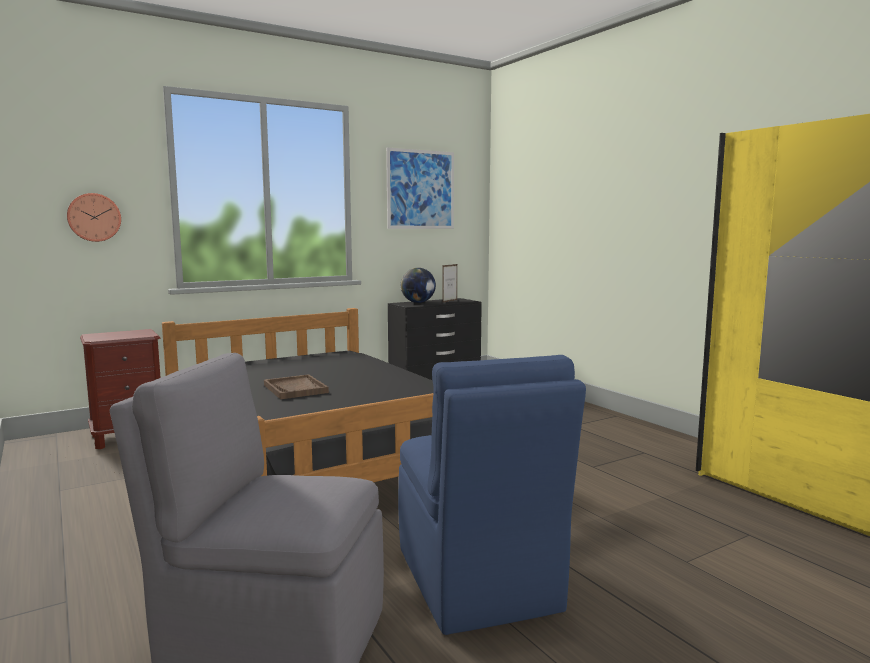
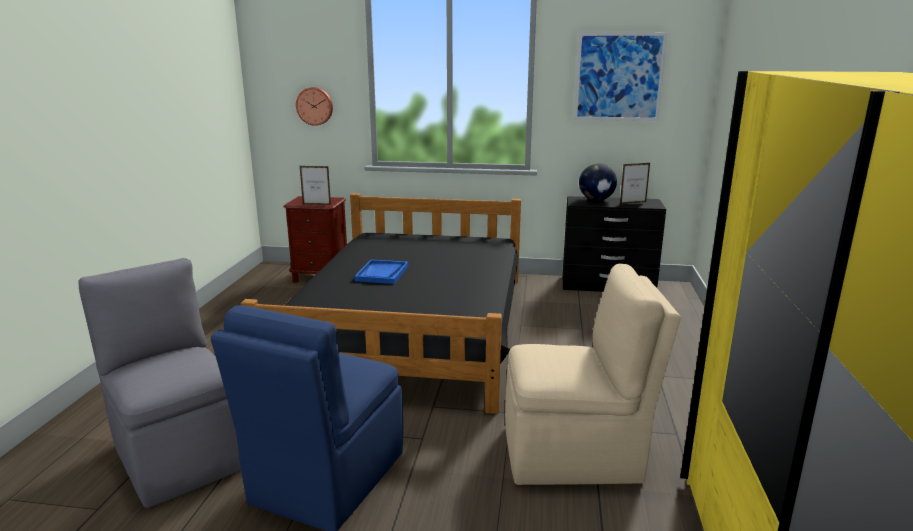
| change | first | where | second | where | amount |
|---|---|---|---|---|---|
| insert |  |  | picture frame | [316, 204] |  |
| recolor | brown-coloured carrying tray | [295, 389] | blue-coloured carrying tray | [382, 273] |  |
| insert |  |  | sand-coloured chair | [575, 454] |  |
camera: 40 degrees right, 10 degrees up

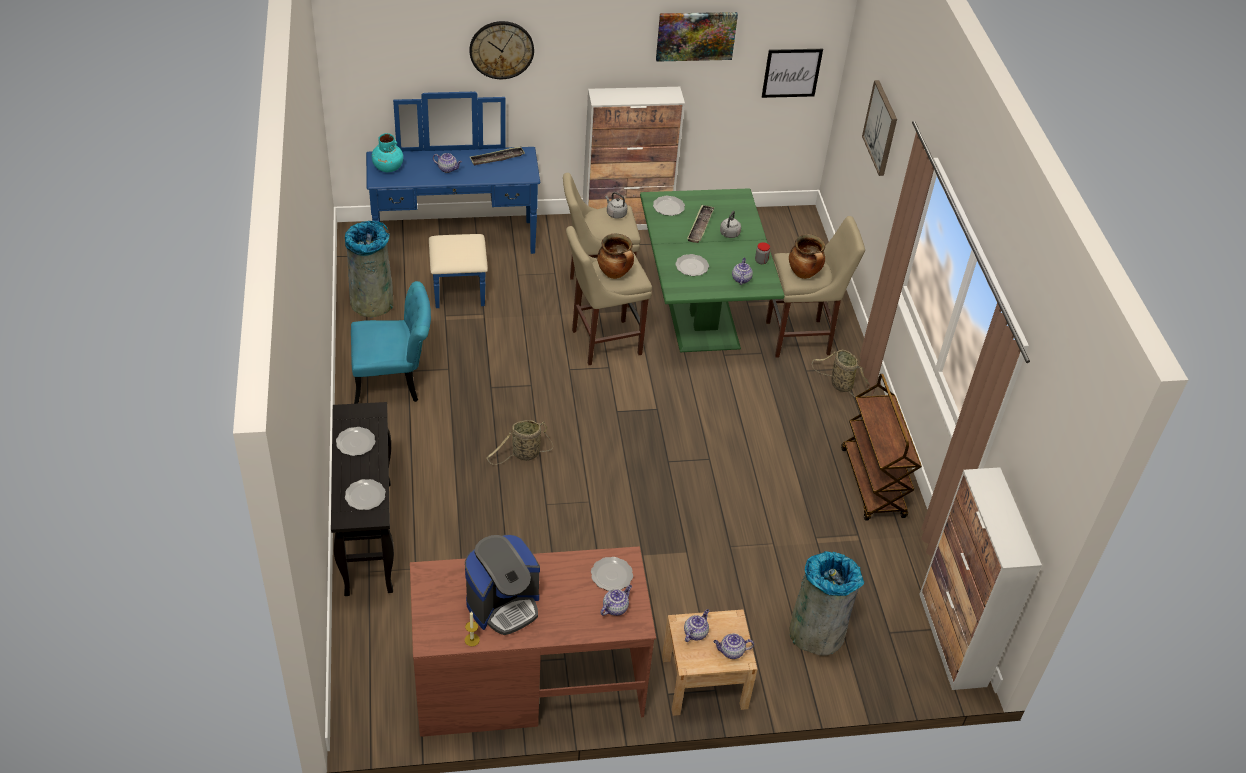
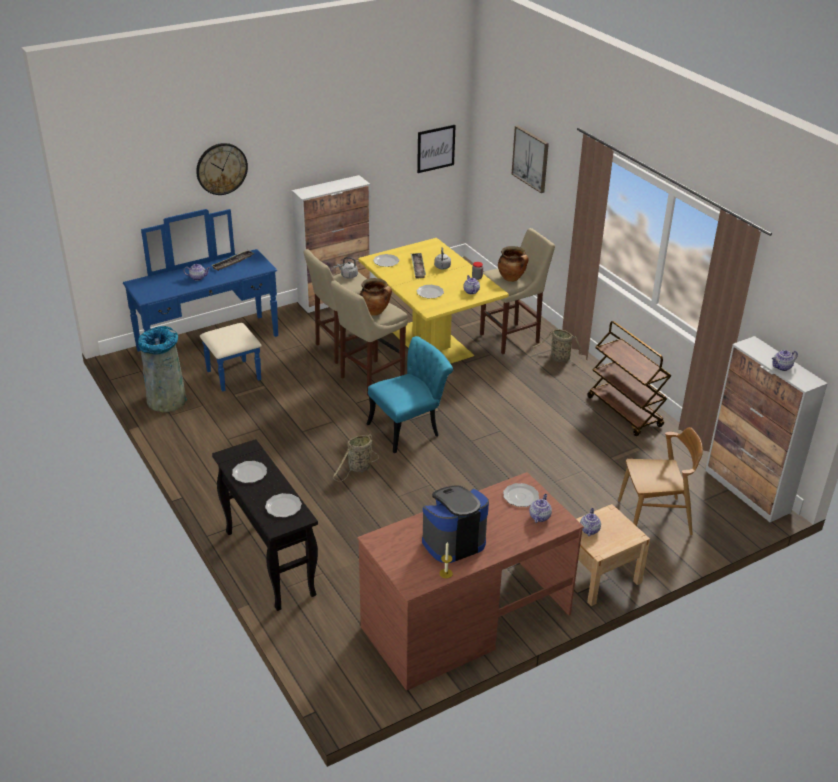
| change | first | where | second | where | amount |
|---|---|---|---|---|---|
| recolor | greenish kitchen table | [700, 315] | yellowish kitchen table | [430, 343] |  |
| move | blue-green chair | [394, 381] |  | [410, 428] |  |
| rotate | coffee maker | [503, 604] |  | [453, 541] | 150 degrees counterclockwise |
| replace | gray waste bin | [817, 634] | brown-coloured chair | [654, 518] |  |
| move | teapot | [731, 652] |  | [781, 367] |  |
| delete | blue-green decorative vase | [388, 167] |  |  |  |
| delete | picture | [696, 35] |  |  |  |
camera: 20 degrees left, 10 degrees down

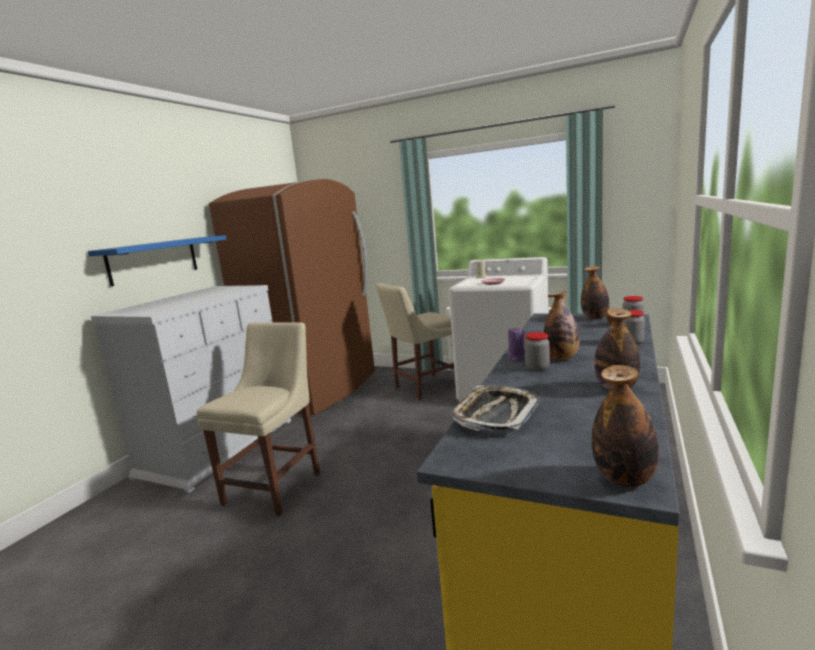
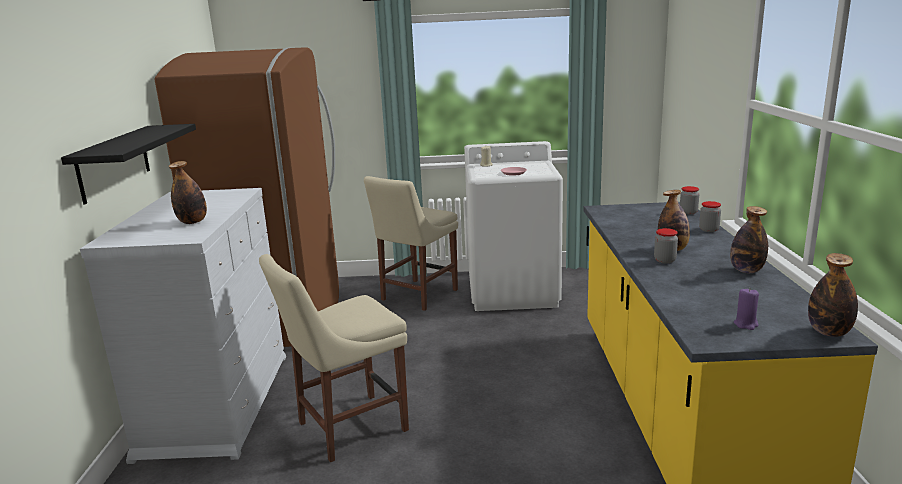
| change | first | where | second | where | amount |
|---|---|---|---|---|---|
| recolor | blue-coloured bracket shelf | [153, 260] | blackish bracket shelf | [114, 163] |  |
| move | bottle | [595, 318] |  | [192, 222] |  |
| rotate | sand-coloured chair | [276, 486] |  | [347, 428] | 120 degrees counterclockwise |
| move | purplish wax candle | [516, 358] |  | [746, 324] |  |
| delete | carrying tray | [495, 414] |  |  |  |
camera: 25 degrees left, 5 degrees up

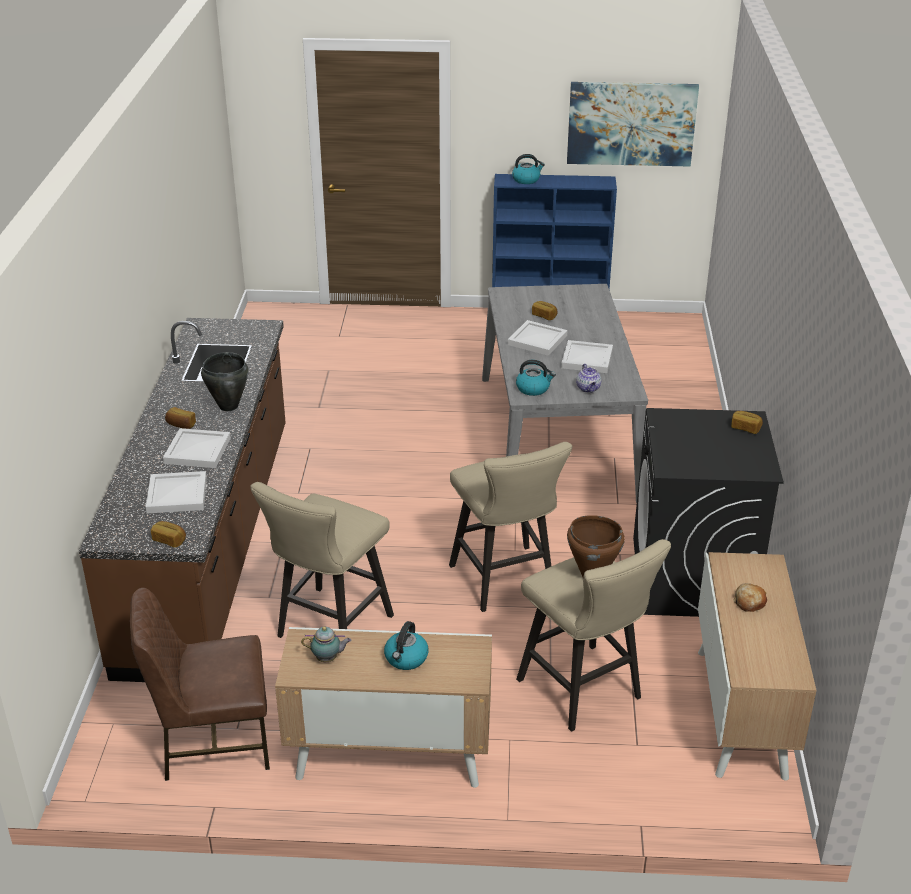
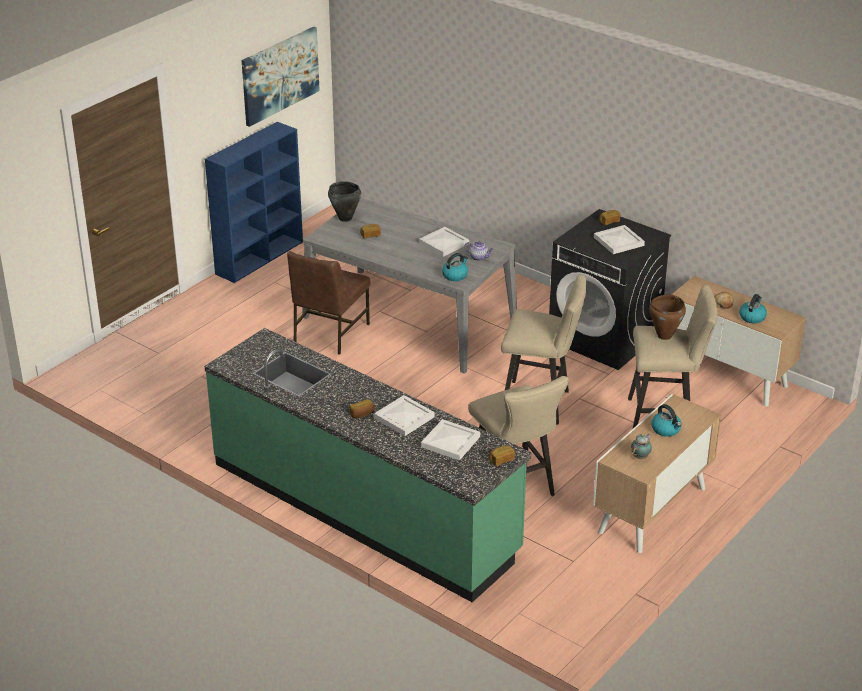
| change | first | where | second | where | amount |
|---|---|---|---|---|---|
| recolor | brown-coloured counter | [210, 543] | greenish counter | [364, 507] |  |
| move | brown-coloured chair | [213, 741] |  | [329, 333] |  |
| move | blackish cooking pot | [228, 406] |  | [345, 218] |  |
| move | white carrying tray | [537, 340] |  | [619, 241] |  |
| move | water kettle | [526, 179] |  | [752, 317] |  |
camera: 55 degrees left, 0 degrees up

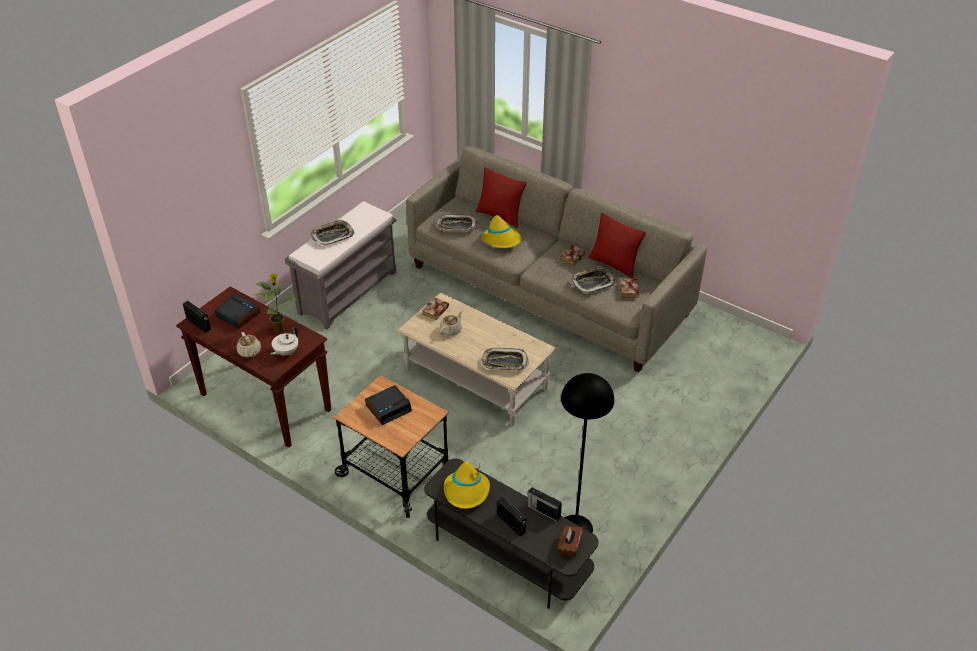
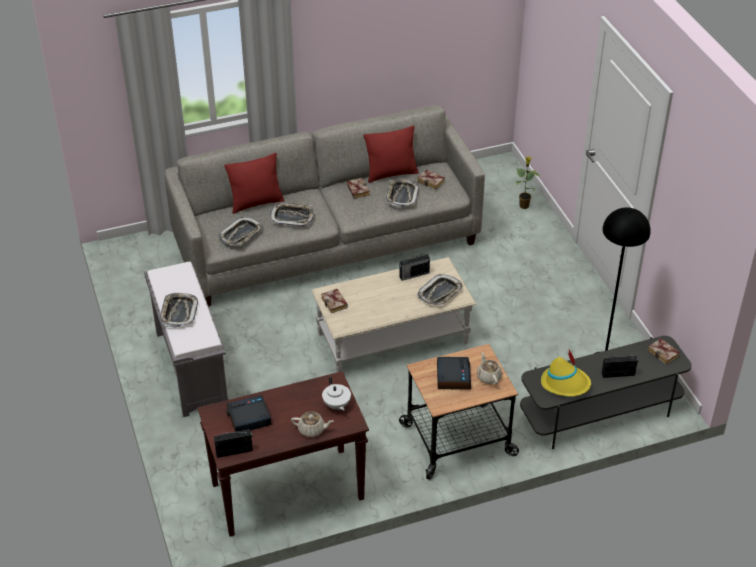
| change | first | where | second | where | amount |
|---|---|---|---|---|---|
| replace | yellowish clothing hat | [502, 240] | carrying tray | [292, 217] |  |
| move | radio set | [543, 511] |  | [413, 275] |  |
| move | sand-coloured teapot | [451, 330] |  | [488, 377] |  |
| move | houseplant | [279, 328] |  | [524, 205] |  |
| replace | brown-coloured box of tissues | [569, 546] | volume | [664, 354] |  |
camera: 55 degrees left, 0 degrees up

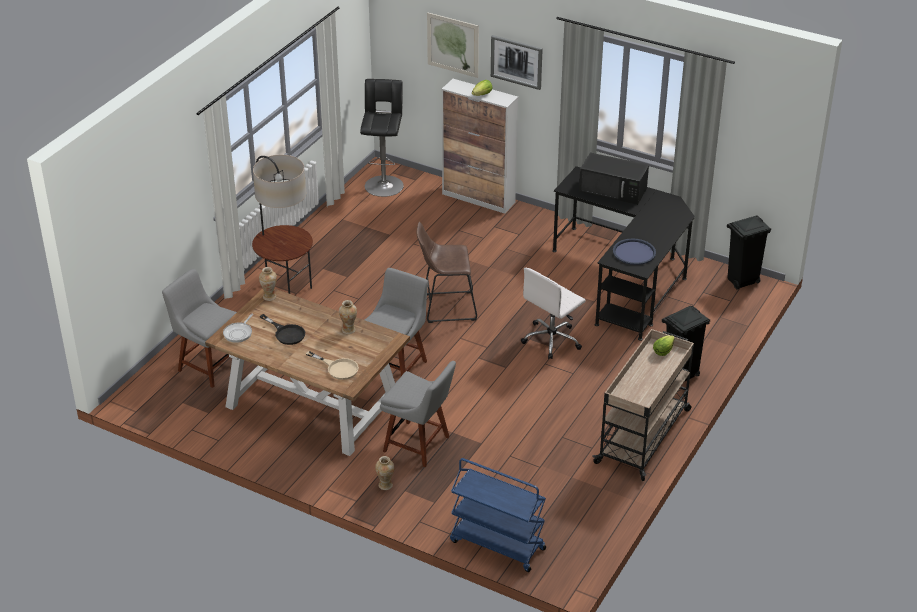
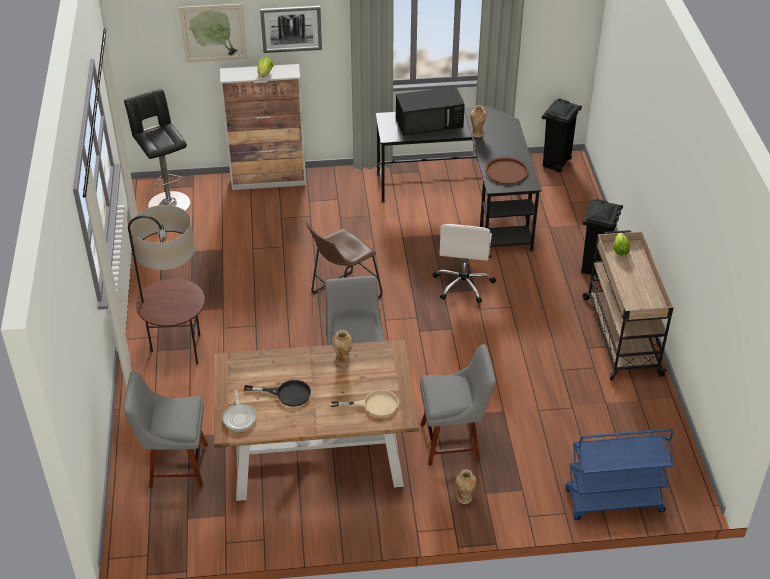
| change | first | where | second | where | amount |
|---|---|---|---|---|---|
| move | decorative vase | [269, 296] |  | [477, 133] |  |
| recolor | blue-coloured carrying tray | [634, 252] | brown-coloured carrying tray | [506, 171] |  |
camera: 35 degrees left, 5 degrees up

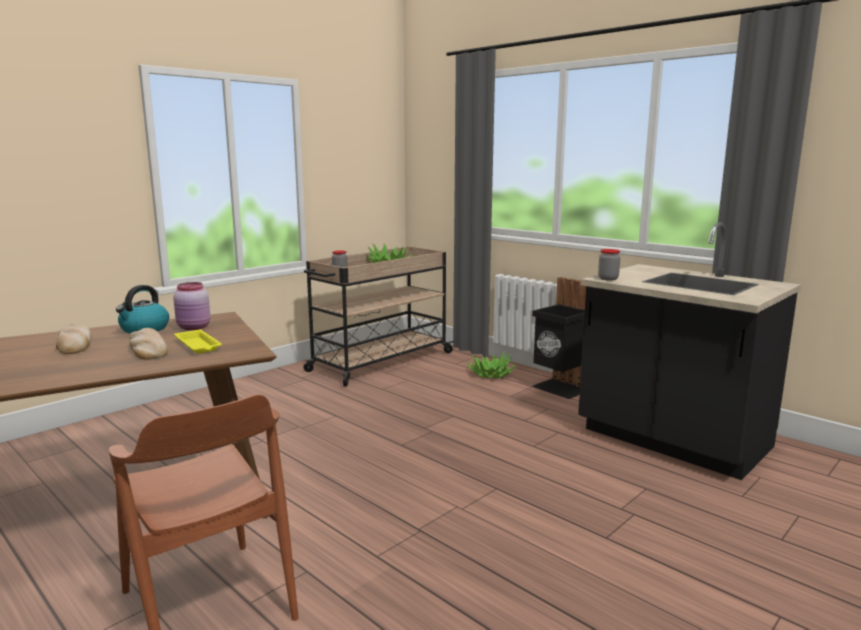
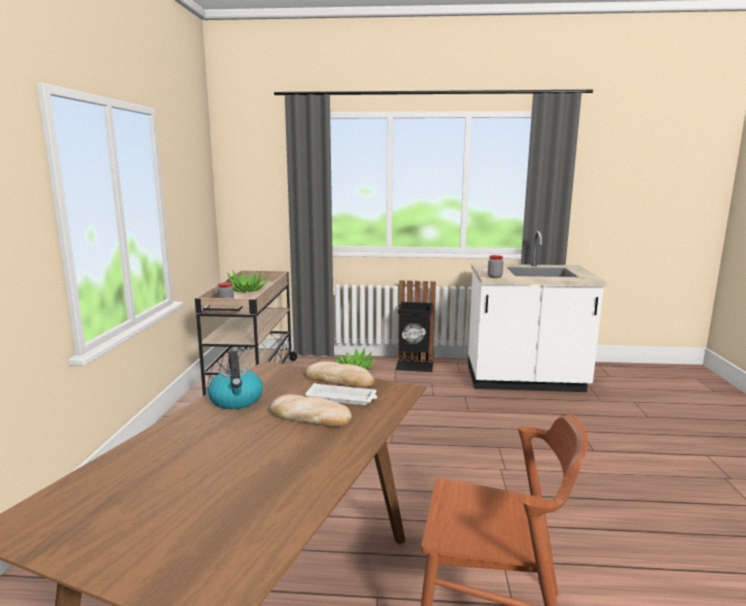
| change | first | where | second | where | amount |
|---|---|---|---|---|---|
| move | baked bread | [75, 343] |  | [339, 379] |  |
| recolor | yellowish carrying tray | [198, 345] | white carrying tray | [342, 398] |  |
| recolor | blackish counter | [672, 440] | white counter | [525, 381] |  |
| delete | pinkish jar | [194, 327] |  |  |  |
camera: 40 degrees left, 0 degrees up

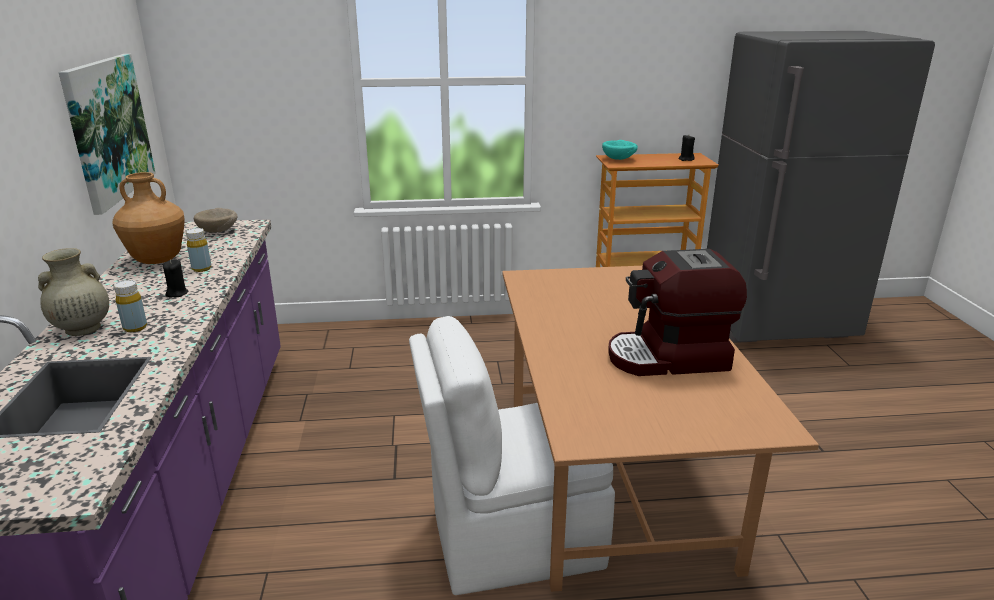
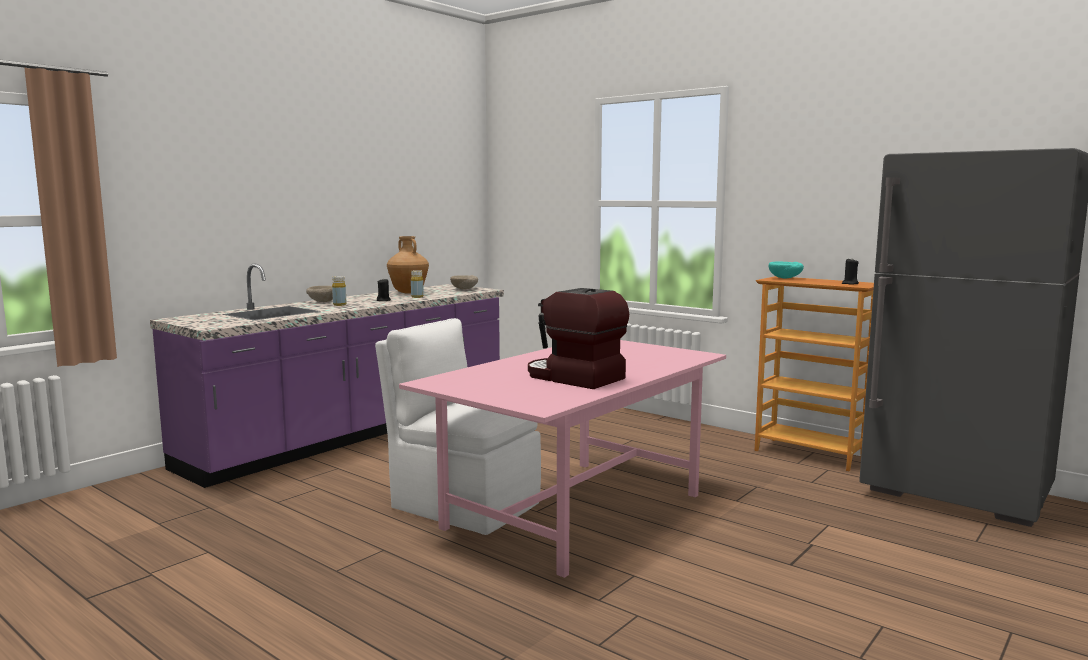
| change | first | where | second | where | amount |
|---|---|---|---|---|---|
| replace | sand-coloured decorative vase | [82, 329] | sand-coloured bowl | [322, 302] |  |
| recolor | brown-coloured kitchen table | [615, 484] | pinkish kitchen table | [575, 512] |  |
| delete | picture | [108, 129] |  |  |  |
camera: 45 degrees right, 15 degrees down

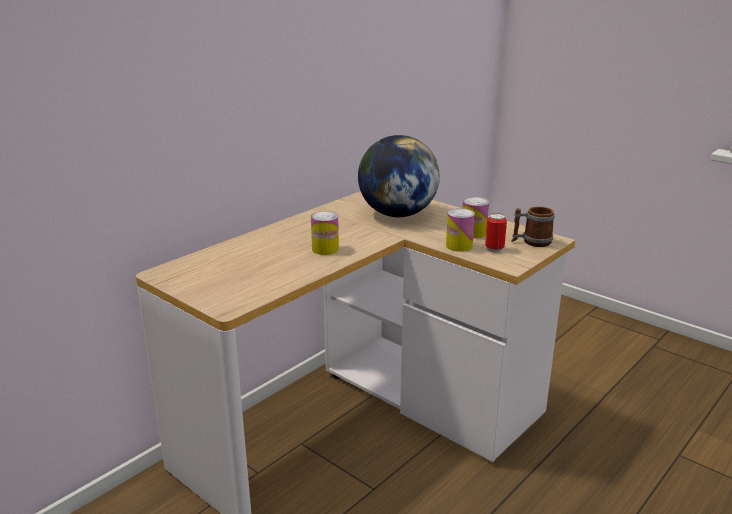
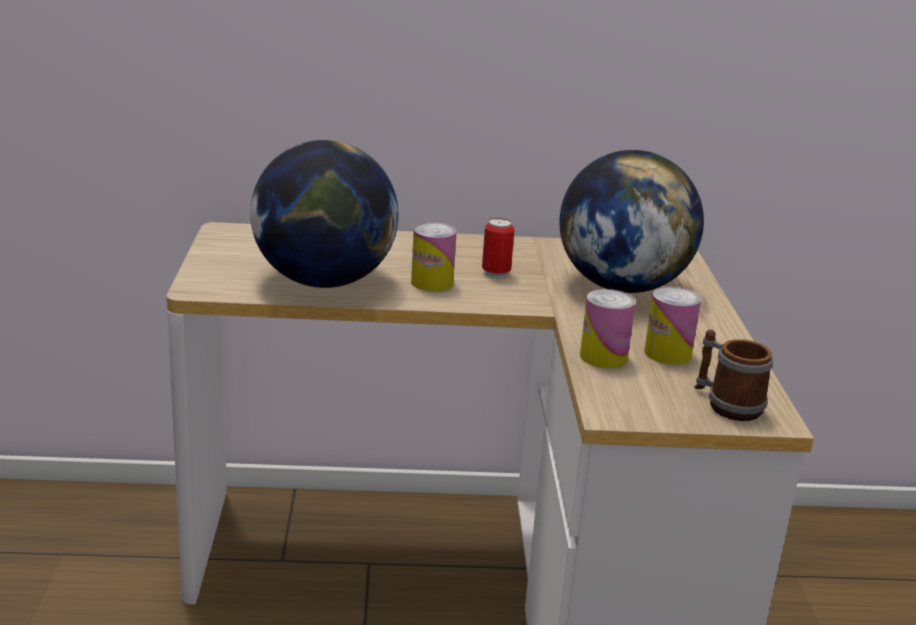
| change | first | where | second | where | amount |
|---|---|---|---|---|---|
| insert |  |  | world globe | [323, 282] |  |
| move | sealed can | [494, 249] |  | [496, 273] |  |
camera: 45 degrees right, 0 degrees up

